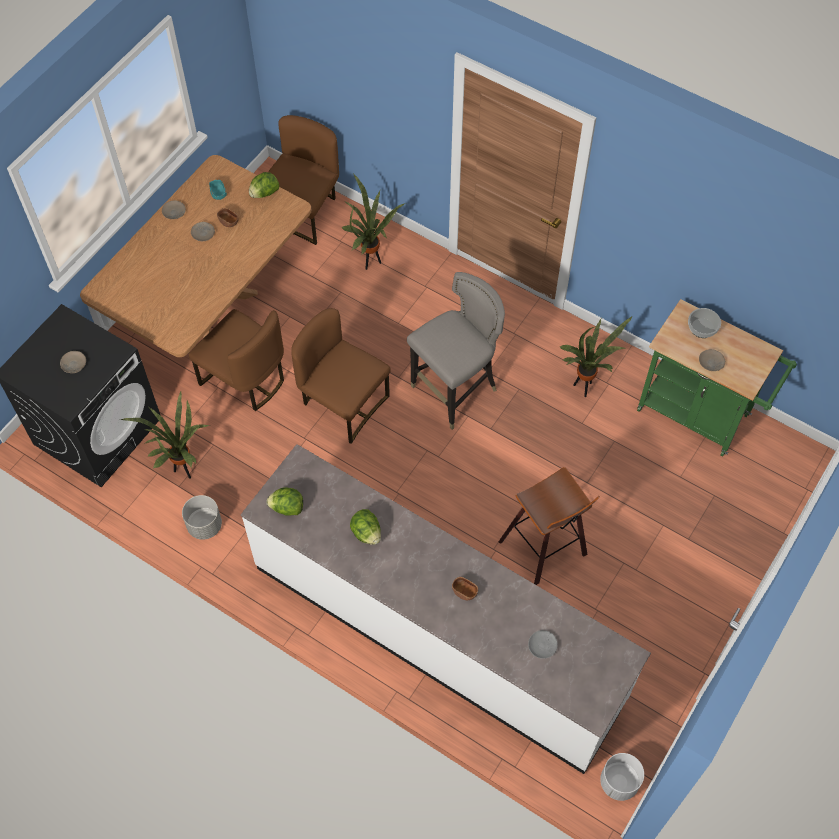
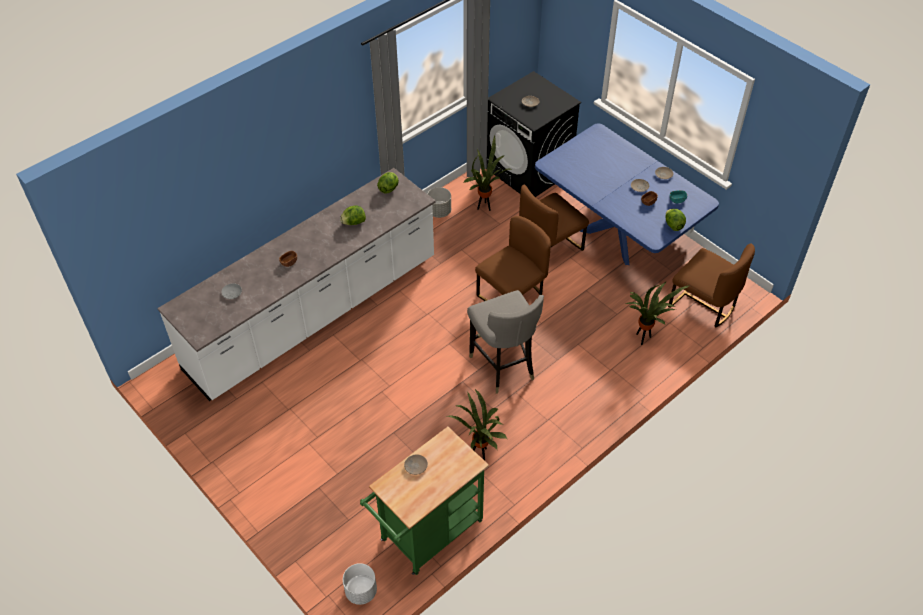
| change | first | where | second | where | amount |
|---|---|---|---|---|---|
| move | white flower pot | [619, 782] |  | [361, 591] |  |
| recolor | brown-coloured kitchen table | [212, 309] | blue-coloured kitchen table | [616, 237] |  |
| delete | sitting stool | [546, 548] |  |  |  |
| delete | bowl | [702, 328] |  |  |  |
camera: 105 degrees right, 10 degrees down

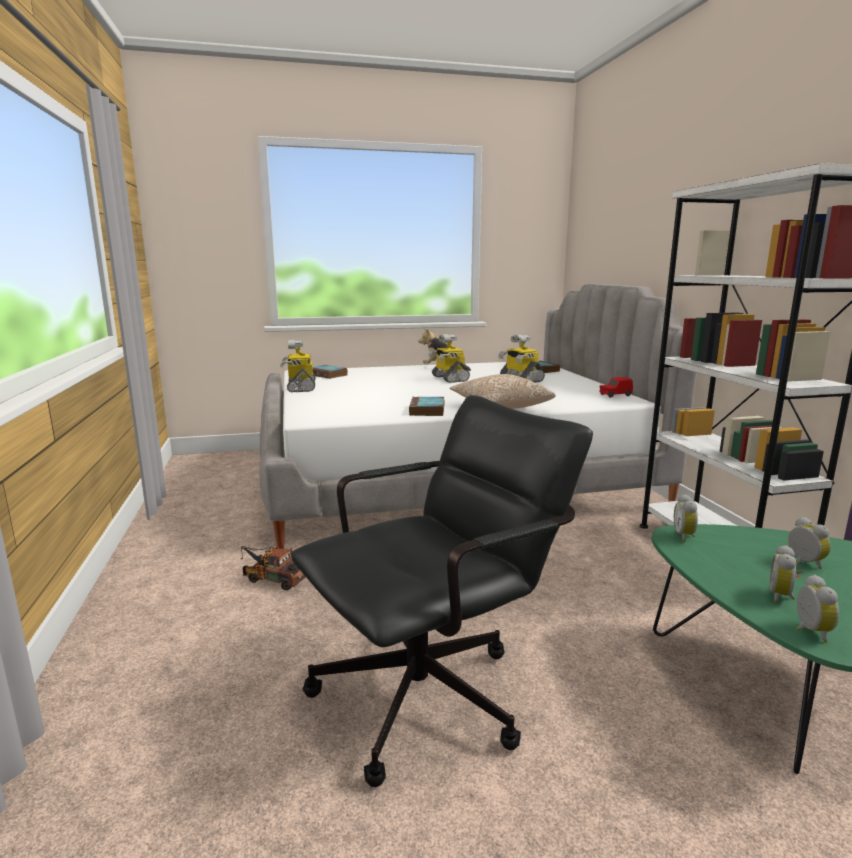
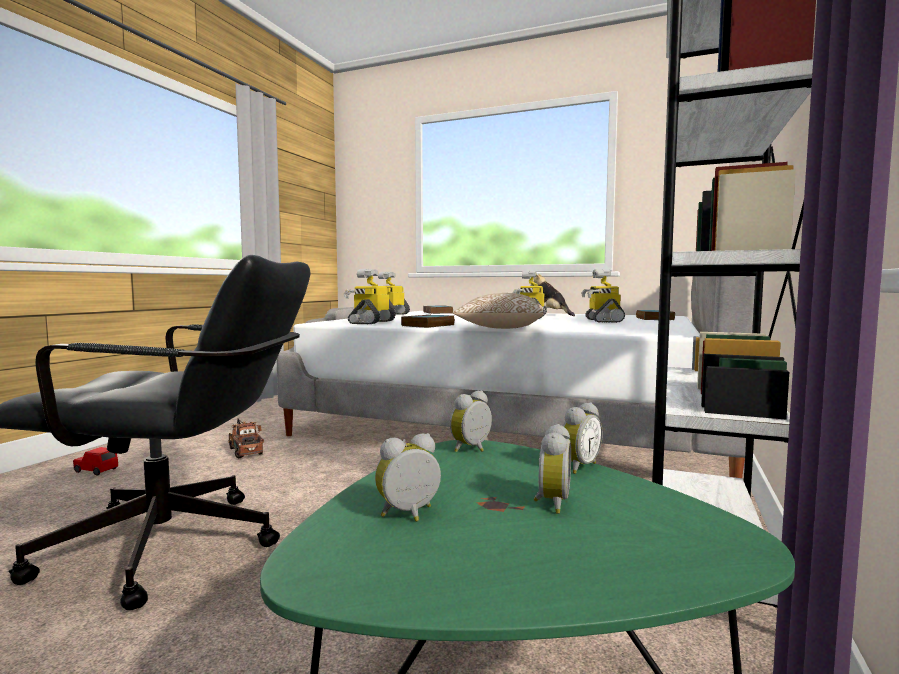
| change | first | where | second | where | amount |
|---|---|---|---|---|---|
| move | reddish toy car | [615, 395] |  | [96, 471] |  |
| insert |  |  | model robot | [371, 322] |  |
| move | table clock | [809, 631] |  | [577, 467] |  |
camera: 35 degrees right, 10 degrees down

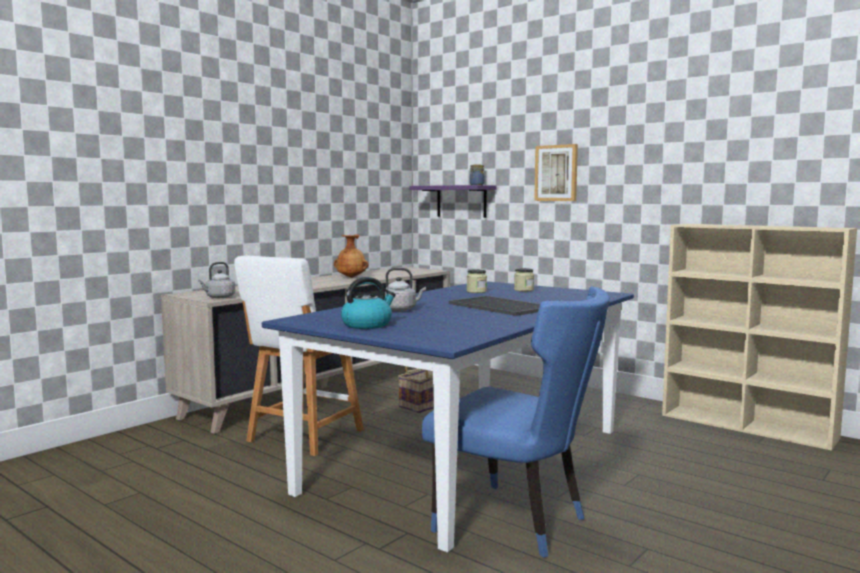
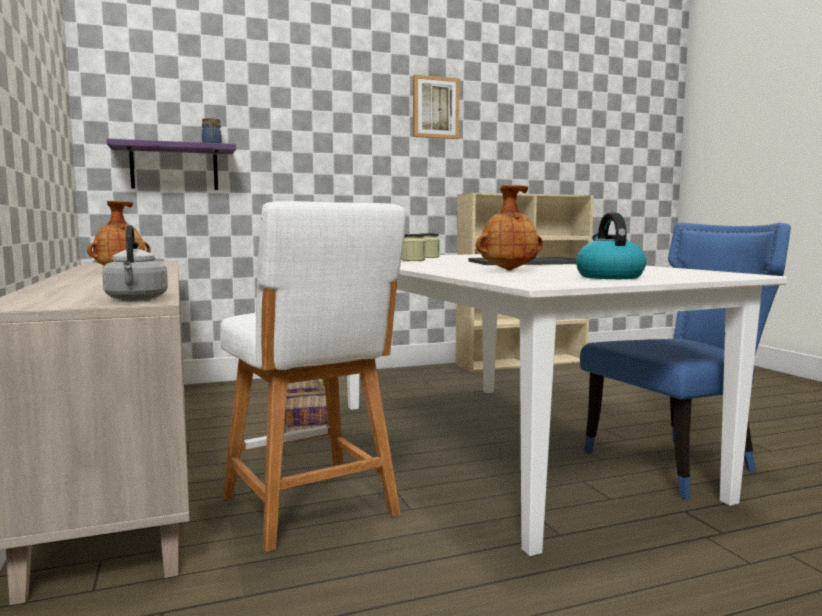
| change | first | where | second | where | amount |
|---|---|---|---|---|---|
| recolor | blue-coloured kitchen table | [470, 460] | white kitchen table | [504, 446] |  |
| move | picture | [556, 173] |  | [435, 108] |  |
| replace | gray water kettle | [401, 310] | brown-coloured decorative vase | [508, 270] |  |
camera: 60 degrees left, 0 degrees up

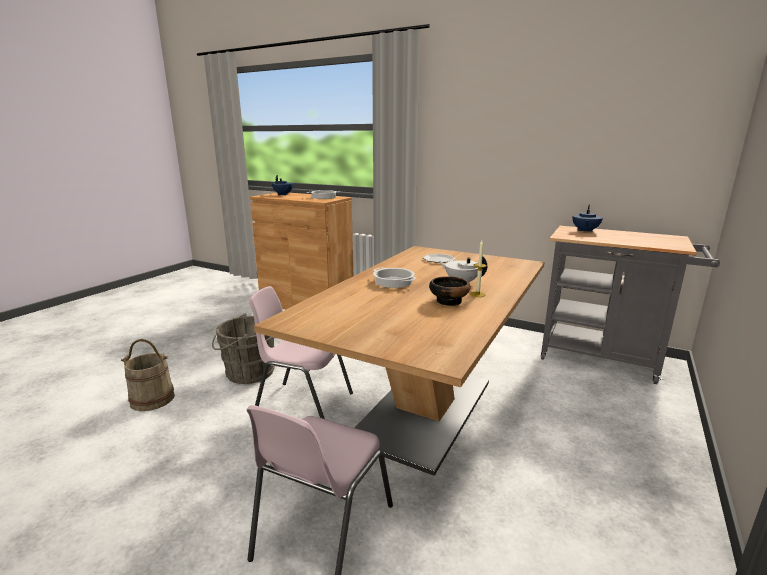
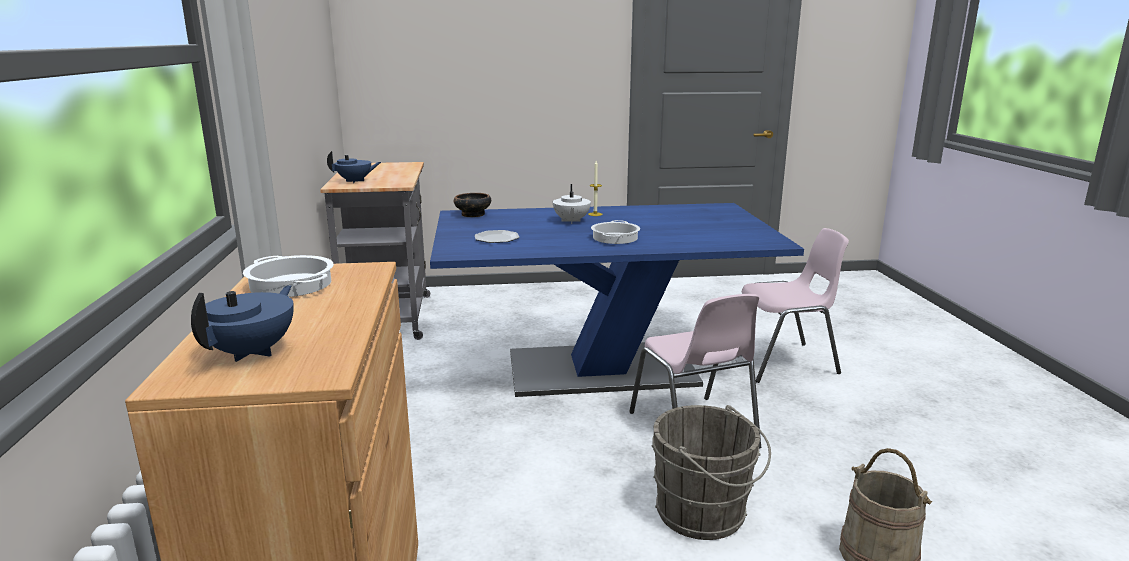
| change | first | where | second | where | amount |
|---|---|---|---|---|---|
| recolor | brown-coloured kitchen table | [424, 409] | blue-coloured kitchen table | [601, 369] |  |
| move | bowl | [448, 301] |  | [472, 215] |  |
camera: 125 degrees left, 0 degrees up

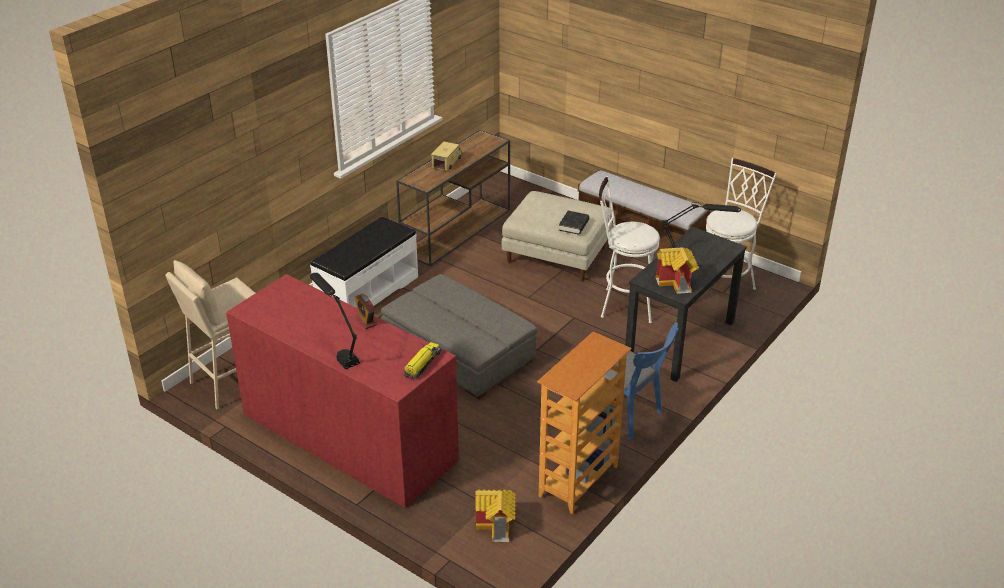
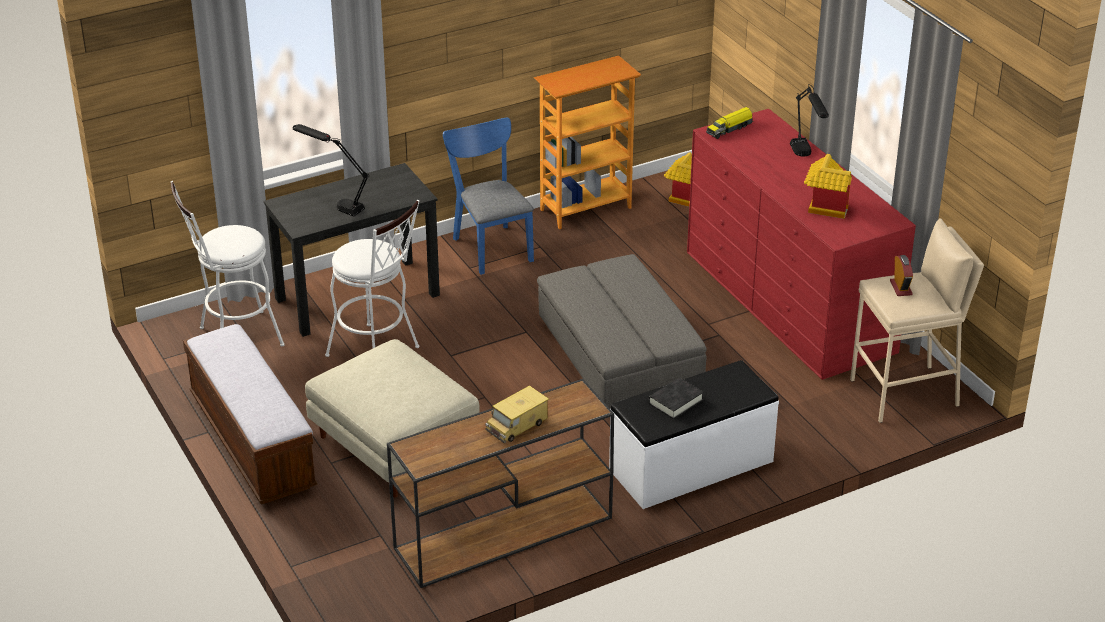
| change | first | where | second | where | amount |
|---|---|---|---|---|---|
| move | blackish volume | [573, 225] |  | [675, 401] |  |
| move | toy house | [676, 283] |  | [823, 207] |  |
| move | table clock | [366, 321] |  | [900, 288] |  |
camera: 155 degrees left, 0 degrees up

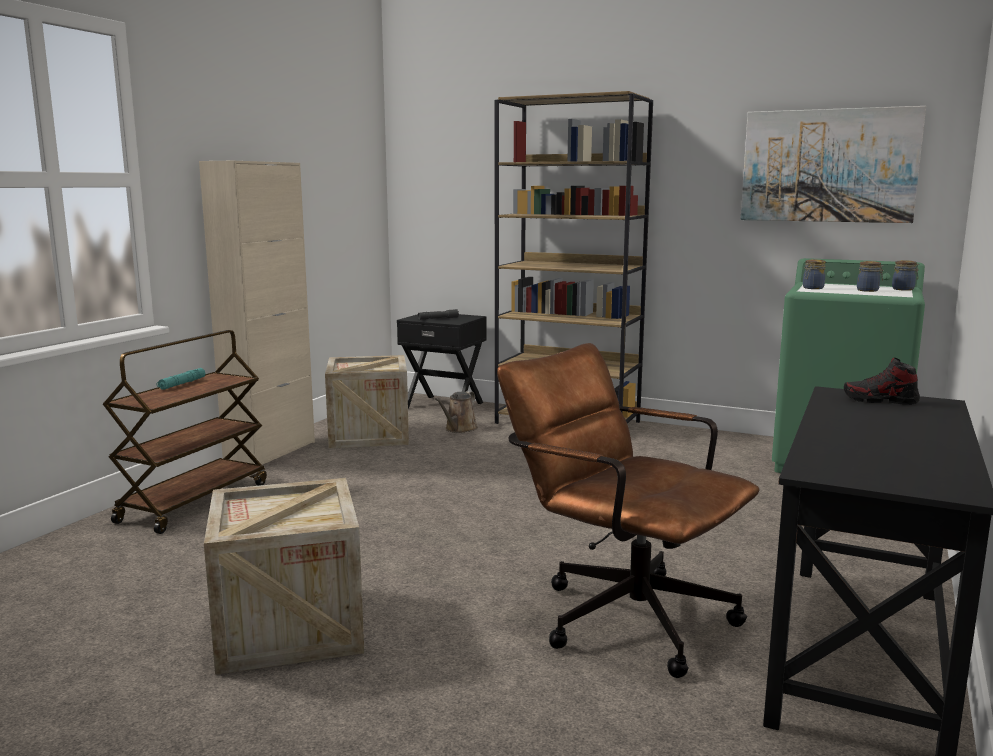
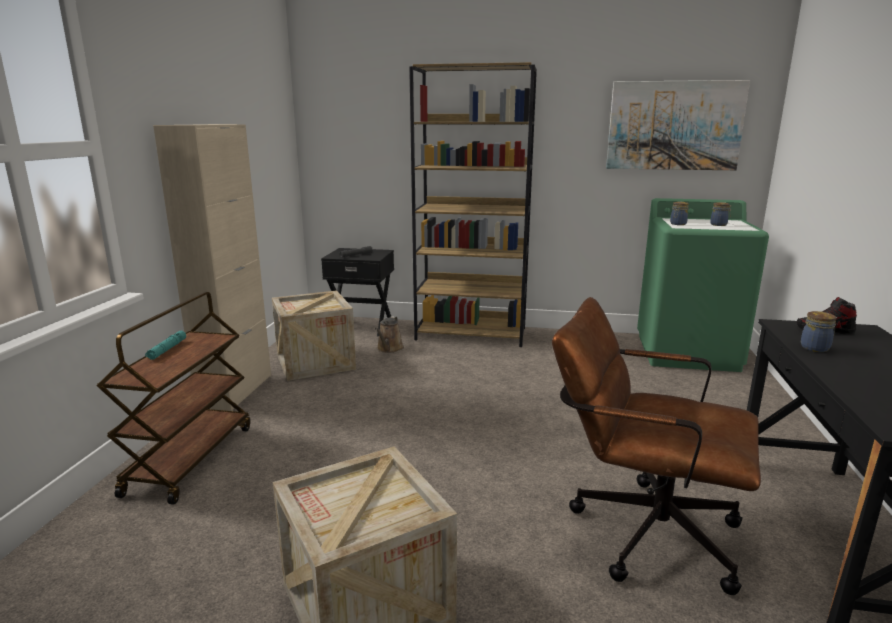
| change | first | where | second | where | amount |
|---|---|---|---|---|---|
| move | jar | [904, 289] |  | [816, 348] |  |
camera: 15 degrees left, 5 degrees up

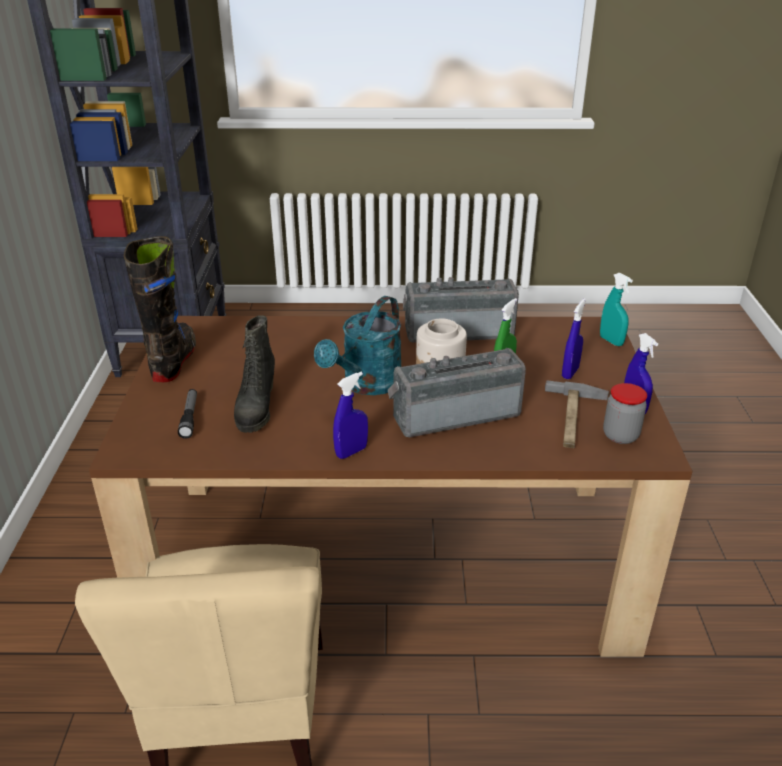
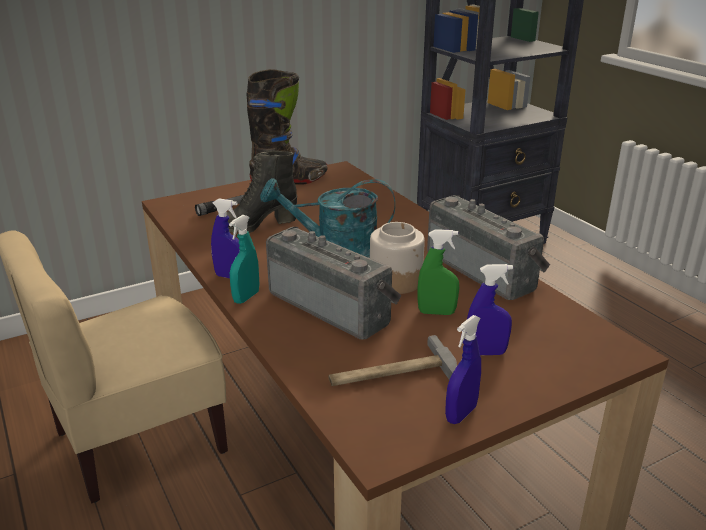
| change | first | where | second | where | amount |
|---|---|---|---|---|---|
| move | blue-green sprayer | [611, 341] |  | [246, 297] |  |
| delete | jar | [620, 435] |  |  |  |
camera: 60 degrees right, 5 degrees down

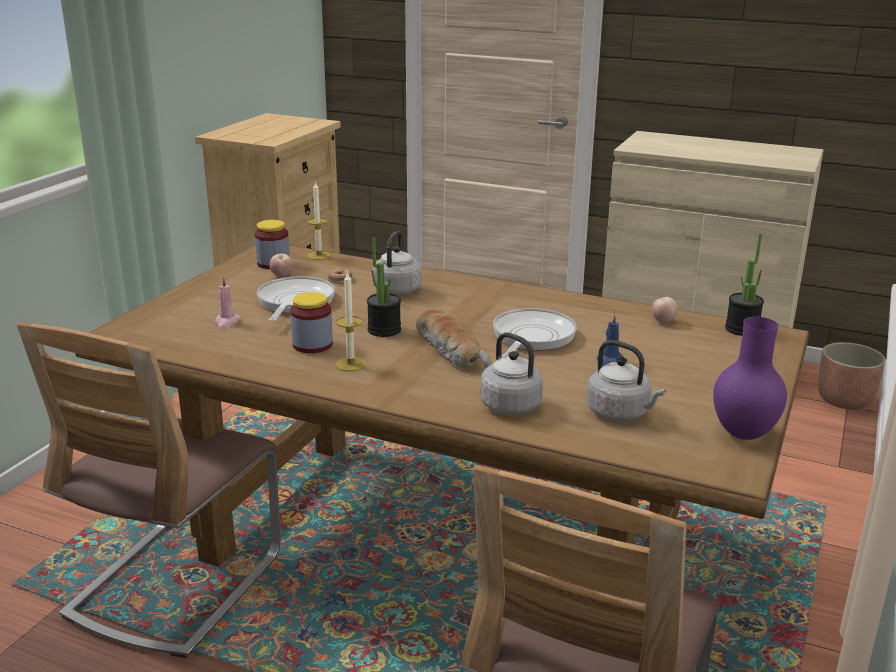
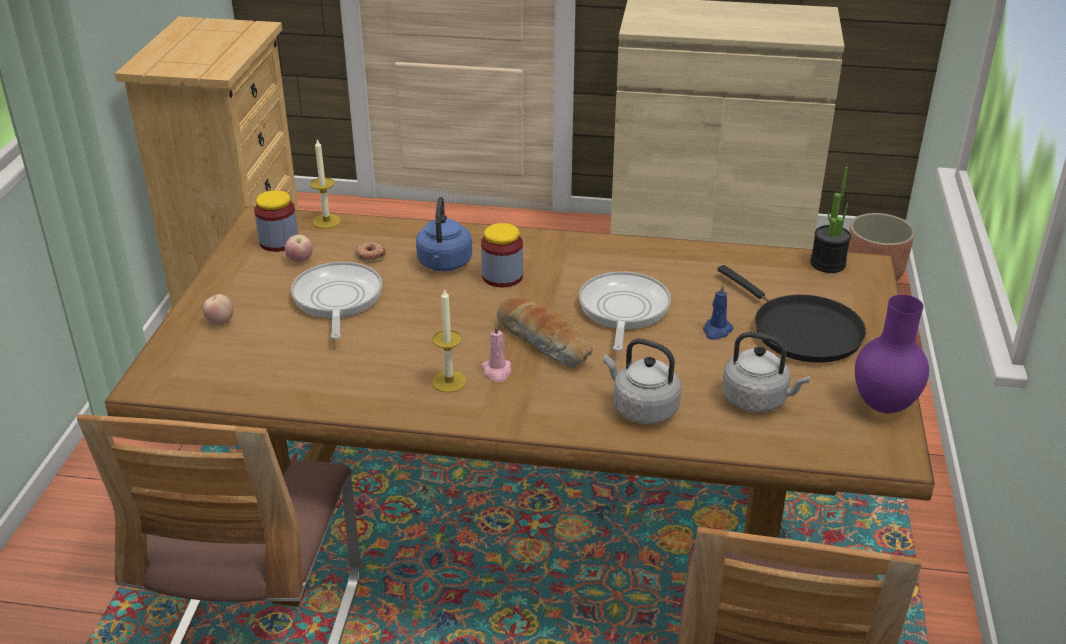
| change | first | where | second | where | amount |
|---|---|---|---|---|---|
| move | apple | [663, 321] |  | [220, 322] |  |
| recolor | gray water kettle | [396, 291] | blue-coloured water kettle | [444, 264] |  |
| move | jar | [312, 345] |  | [502, 276] |  |
| move | pinkish wax candle | [227, 322] |  | [497, 371] |  |
| insert |  |  | blackish skillet | [801, 331] |  |
| delete | houseplant | [384, 330] |  |  |  |
camera: 15 degrees left, 10 degrees up

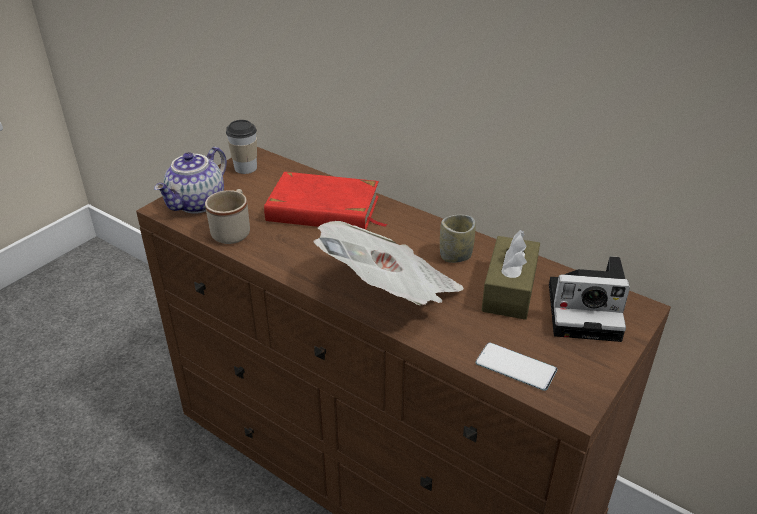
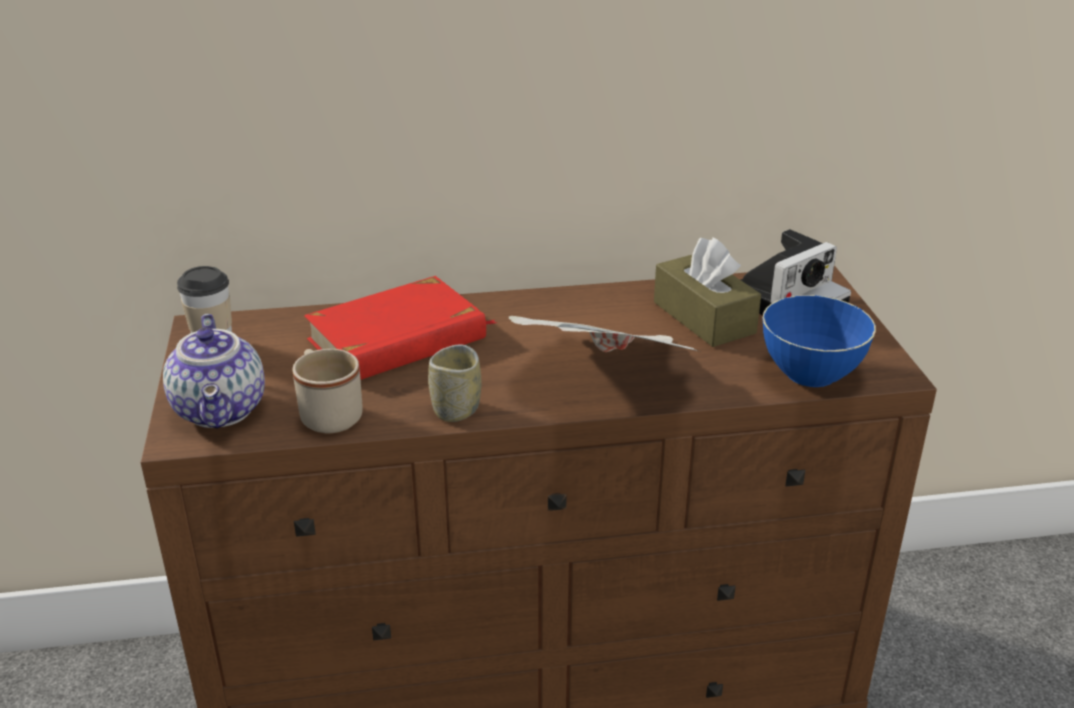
| change | first | where | second | where | amount |
|---|---|---|---|---|---|
| move | cup | [455, 256] |  | [456, 410] |  |
| replace | phone | [515, 367] | blue-coloured bowl | [810, 373] |  |
camera: 45 degrees left, 5 degrees down

